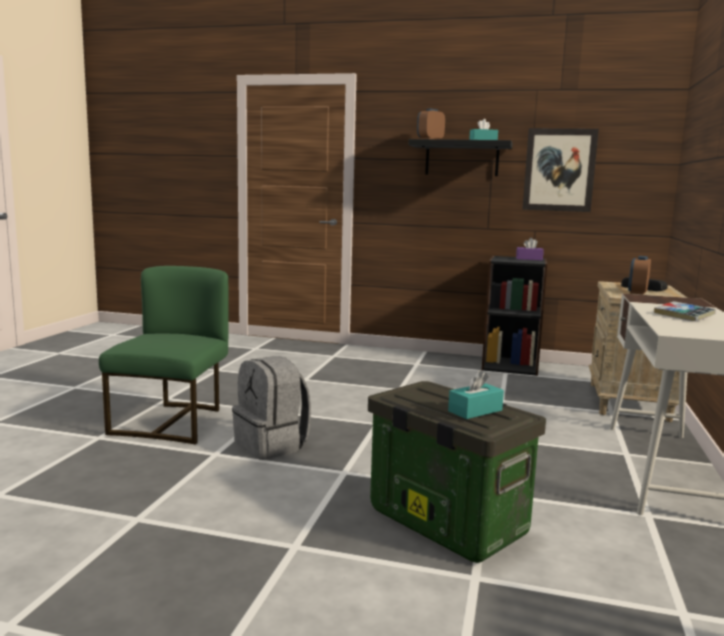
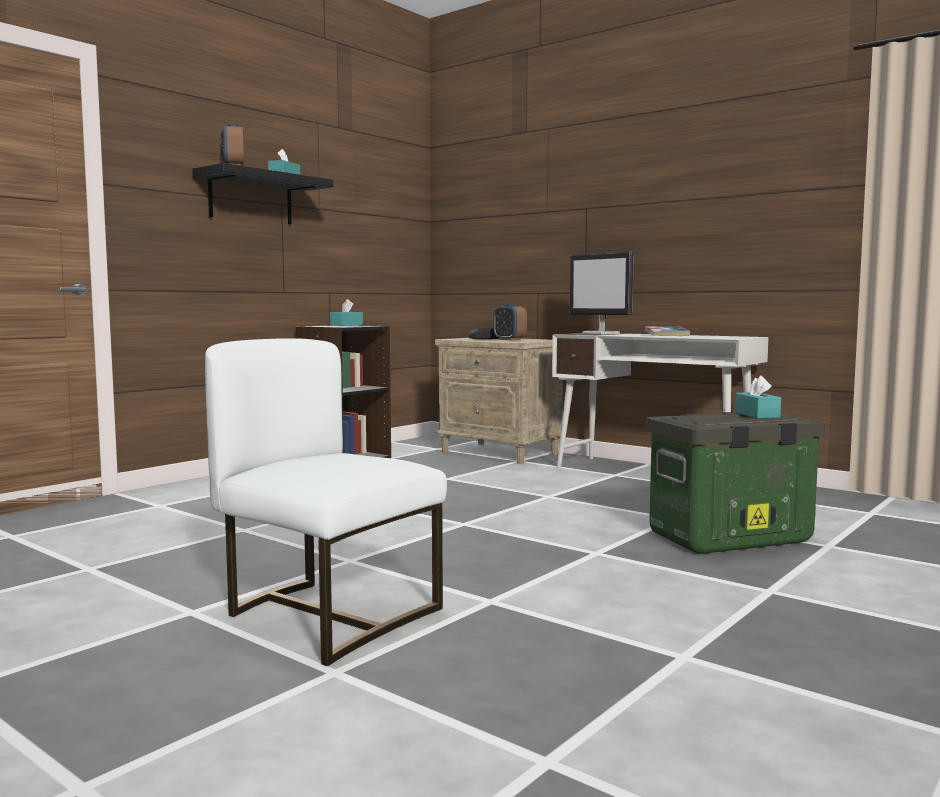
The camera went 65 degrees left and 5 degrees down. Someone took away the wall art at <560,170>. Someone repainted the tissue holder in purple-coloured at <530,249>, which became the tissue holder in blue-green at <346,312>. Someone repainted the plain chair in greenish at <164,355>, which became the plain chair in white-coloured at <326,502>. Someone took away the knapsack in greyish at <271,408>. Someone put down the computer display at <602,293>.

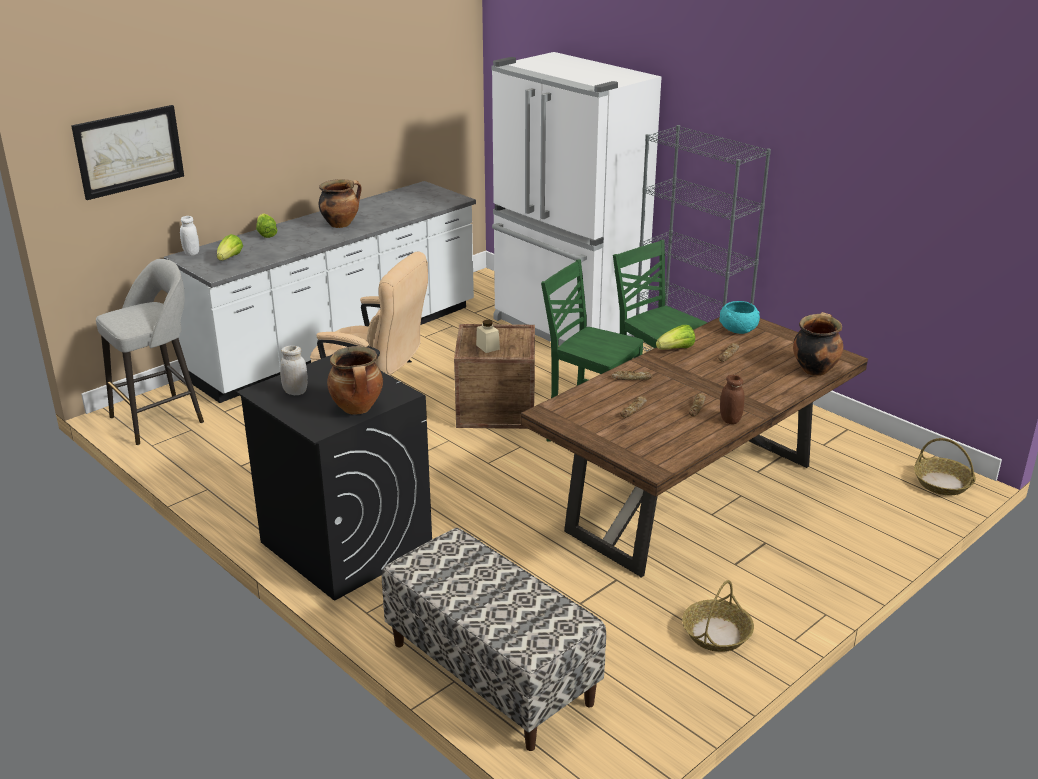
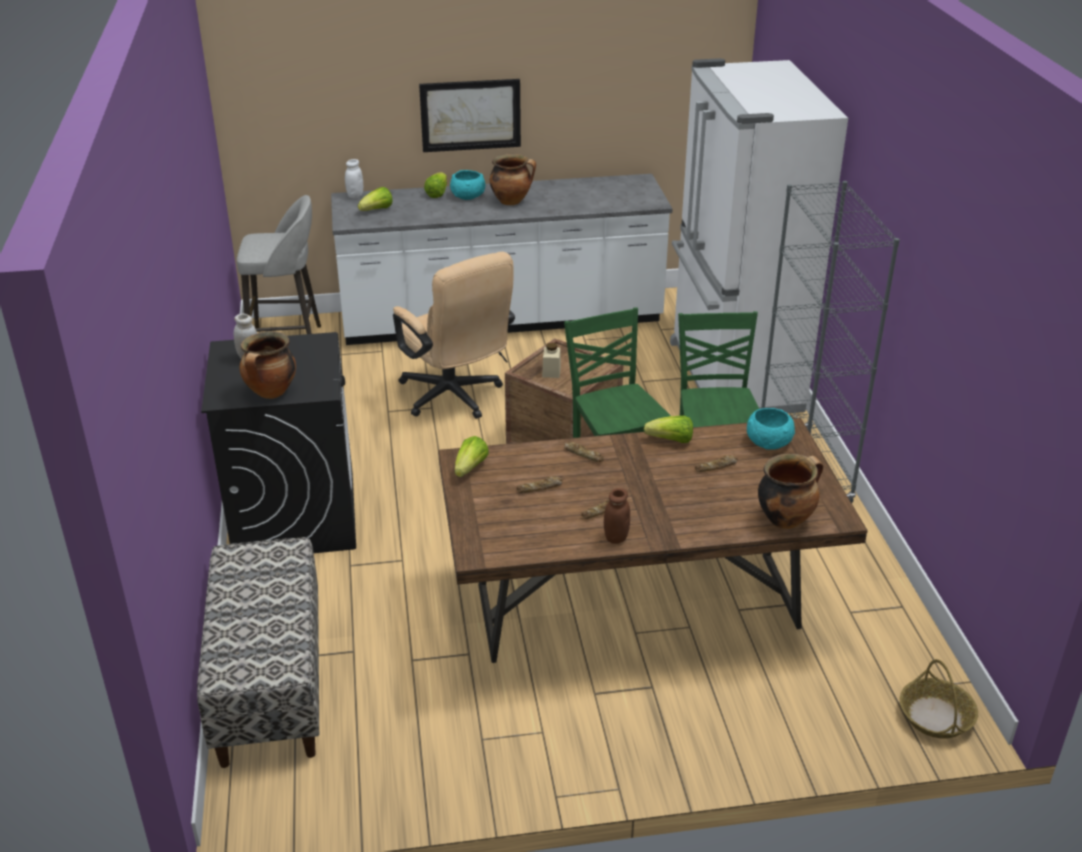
The camera went 35 degrees right and 5 degrees up. Someone carried the wall art from <127,152> to <470,115>. Someone took away the household basket at <718,616>. Someone put down the bowl in blue-green at <467,185>. Someone put down the lettuce at <472,456>.

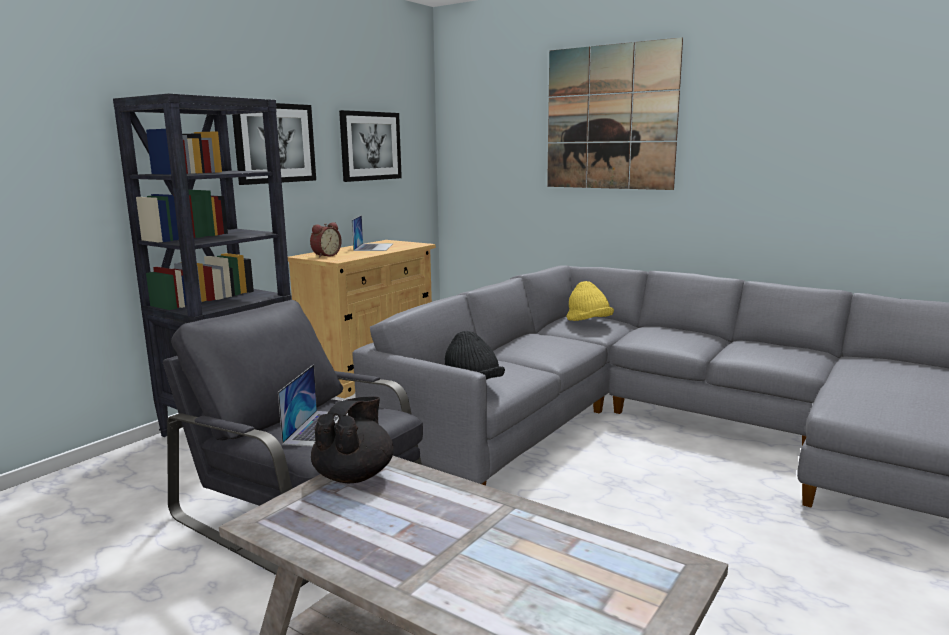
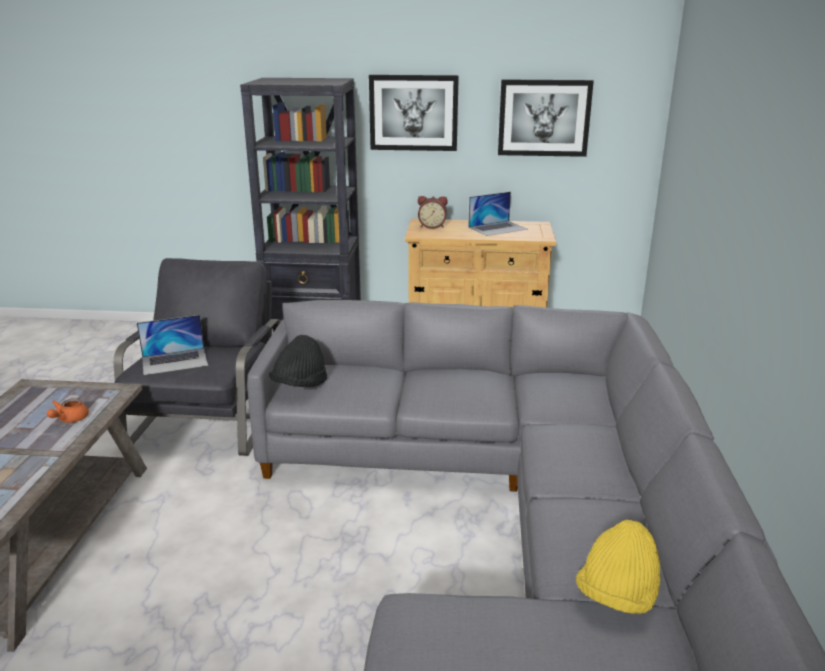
The camera went 60 degrees right and 10 degrees up. Someone took away the wall art at <615,113>. Someone carried the hat in yellow from <590,301> to <618,567>. Someone took away the pot for tea in blackish at <352,439>. Someone put down the pot for tea in orange-coloured at <68,410>.

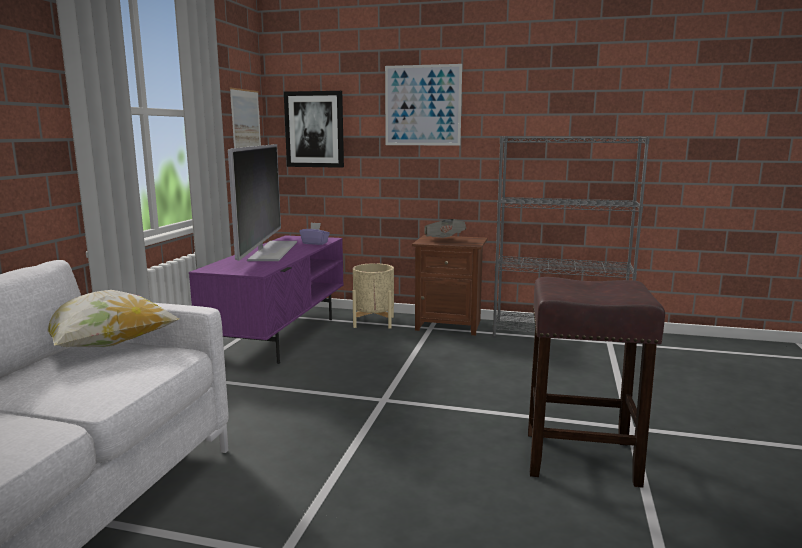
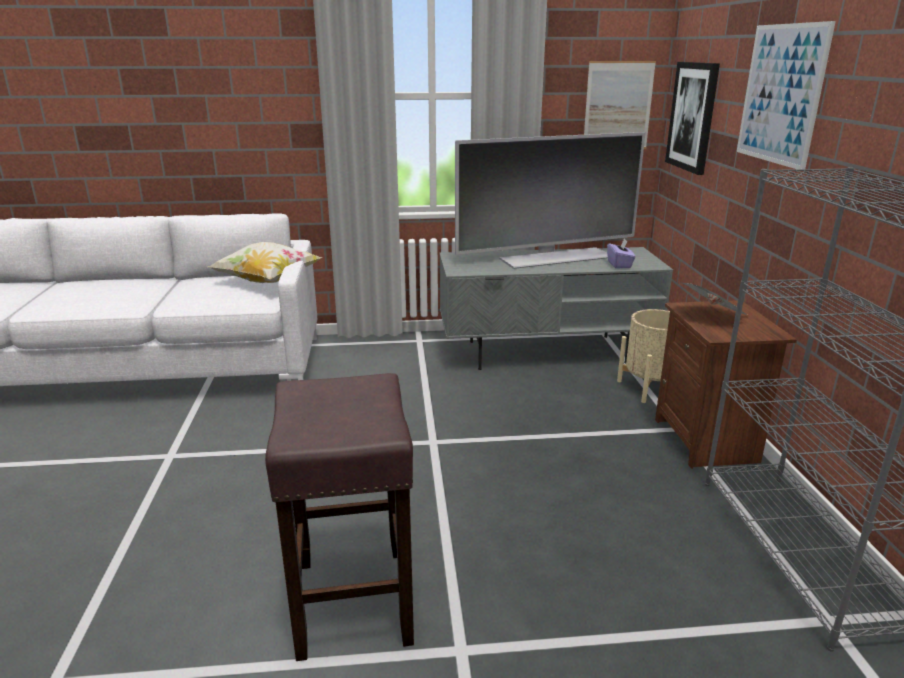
The camera went 70 degrees right and 10 degrees up. Someone repainted the media console in purple-coloured at <266,299>, which became the media console in greyish at <556,308>.

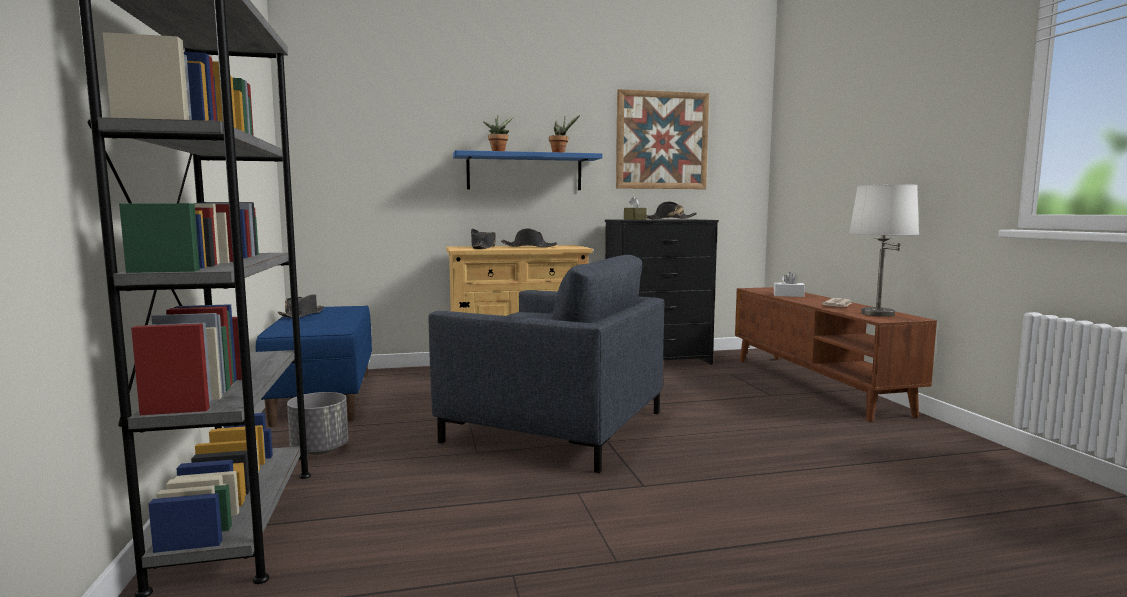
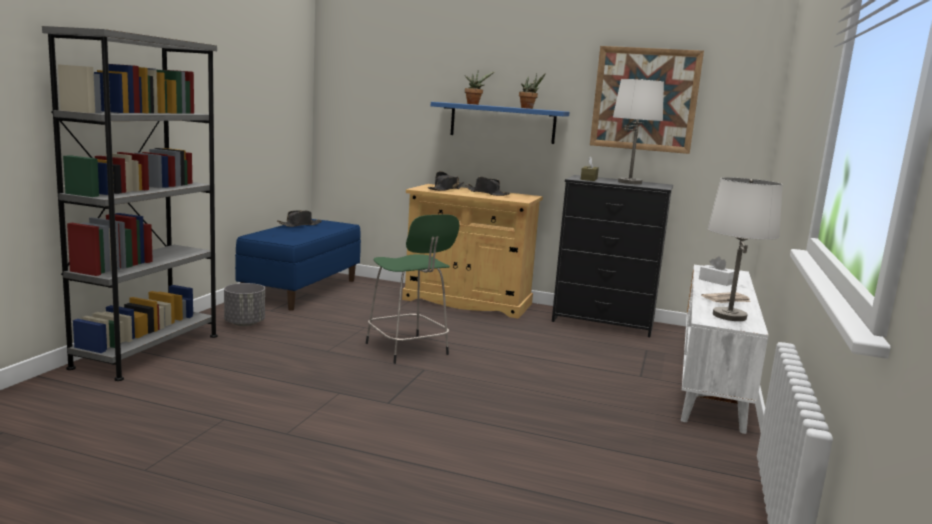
The camera went 30 degrees right and 5 degrees up. Someone swapped the hat in blackish at <671,210> for the tabletop lamp in white-coloured at <638,131>. Someone swapped the easy chair in greyish at <546,364> for the stool in greenish at <413,289>. Someone repainted the media console in brownish at <836,354>, which became the media console in white-coloured at <725,349>.

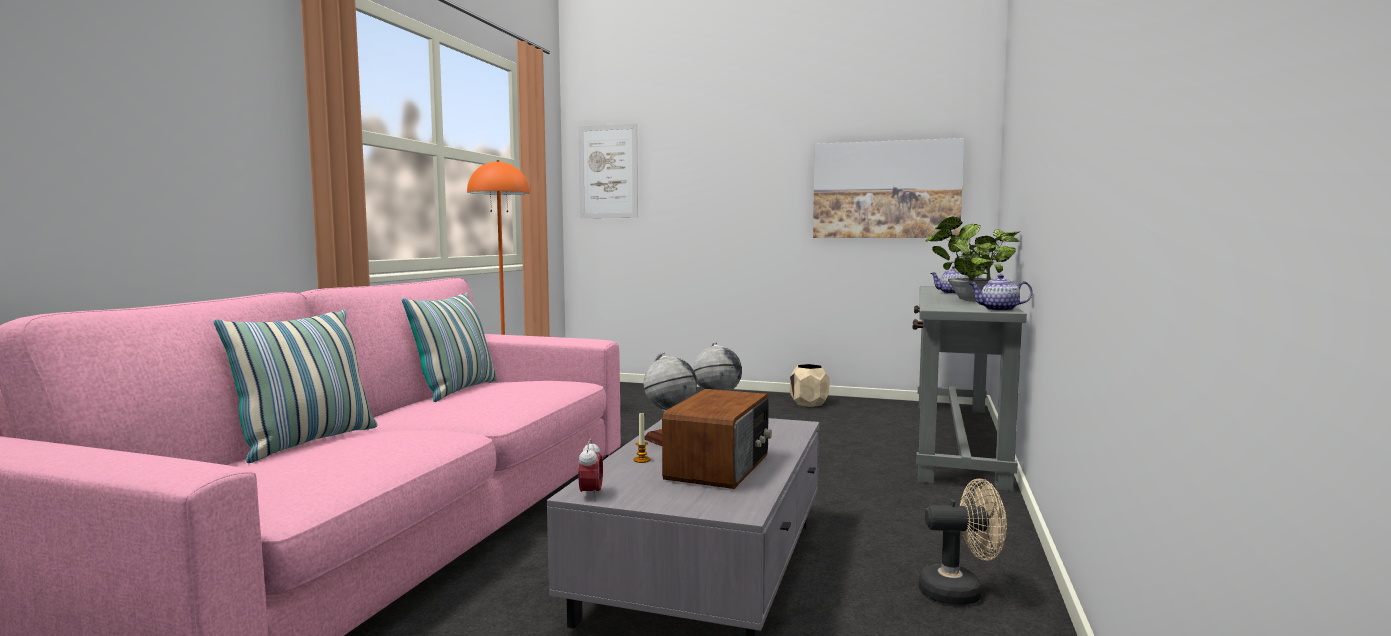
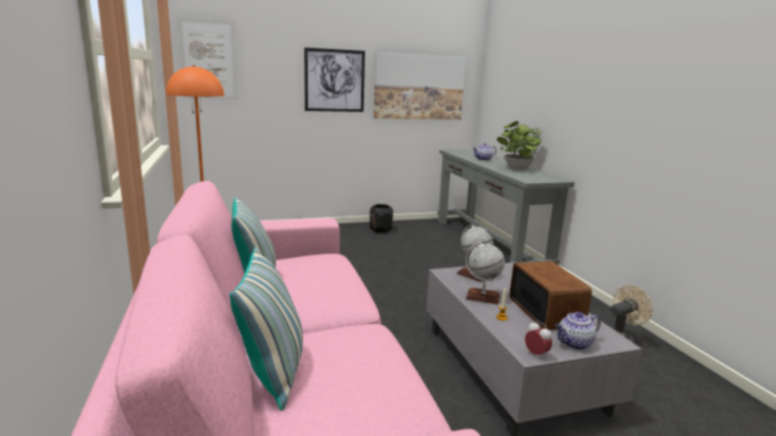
The camera went 35 degrees left and 10 degrees up. Someone carried the pot for tea from <1001,292> to <578,331>. Someone repainted the planter in beige at <809,385>, which became the planter in blackish at <381,218>. Someone put up the wall art at <334,80>.

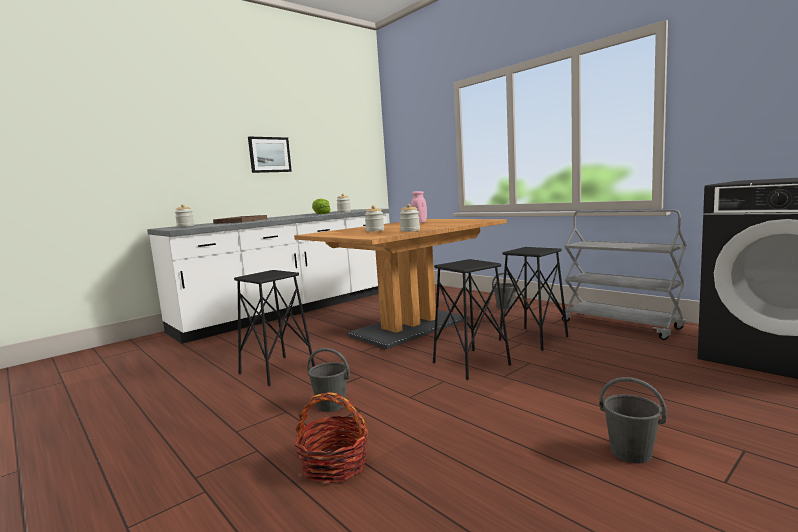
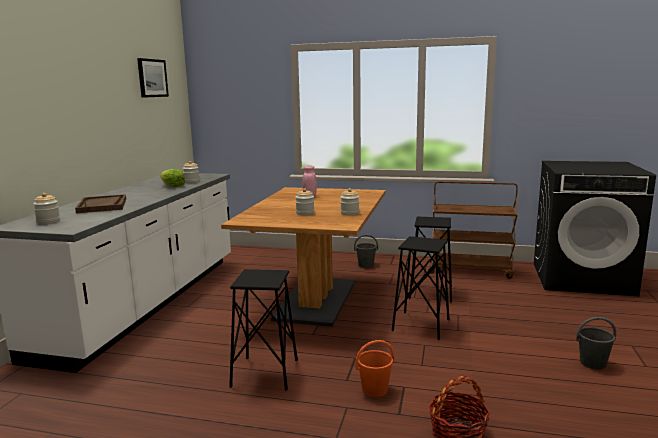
The camera went 35 degrees left and 5 degrees up. Someone carried the wall art from <270,155> to <153,78>. Someone repainted the trolley in greyish at <624,275>, which became the trolley in brownish at <473,230>. Someone repainted the bucket in greyish at <328,380>, which became the bucket in orange-coloured at <374,368>.

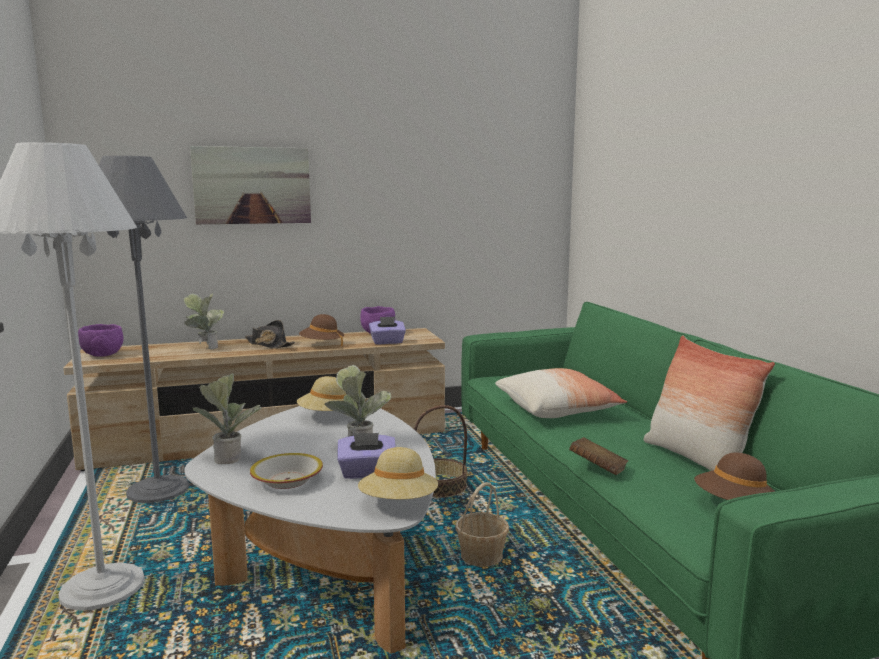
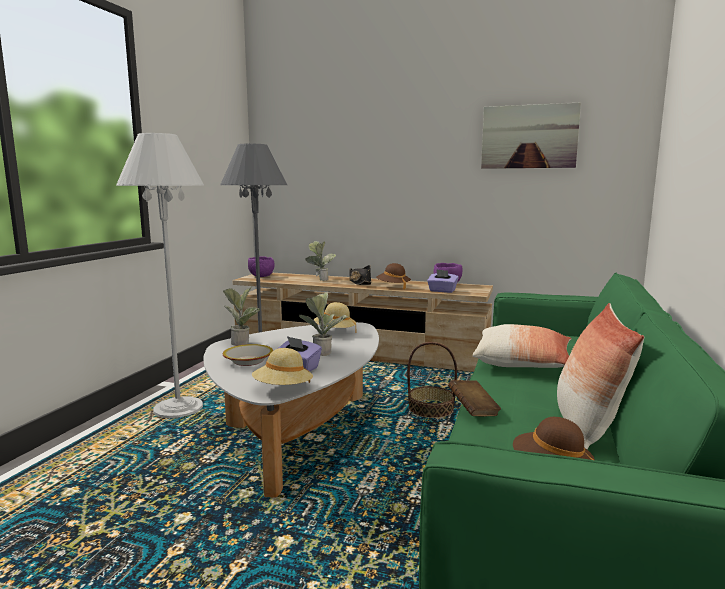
The camera went 35 degrees right and 0 degrees up. Someone carried the wall art from <250,185> to <531,135>. Someone took away the household basket at <482,524>.

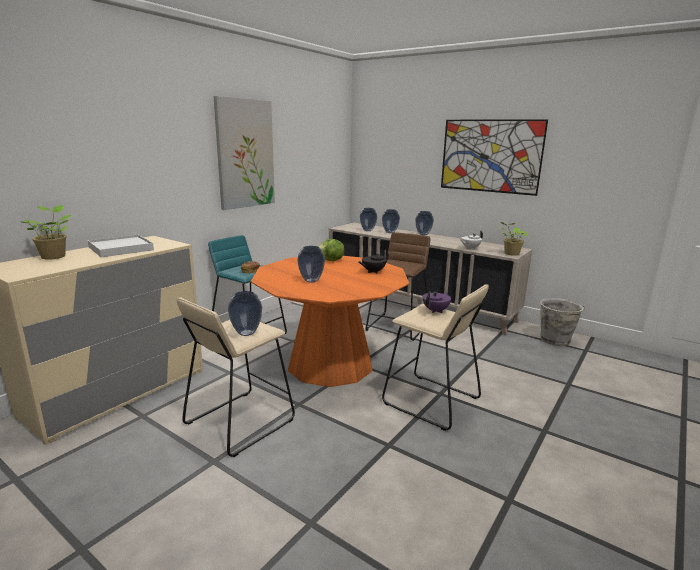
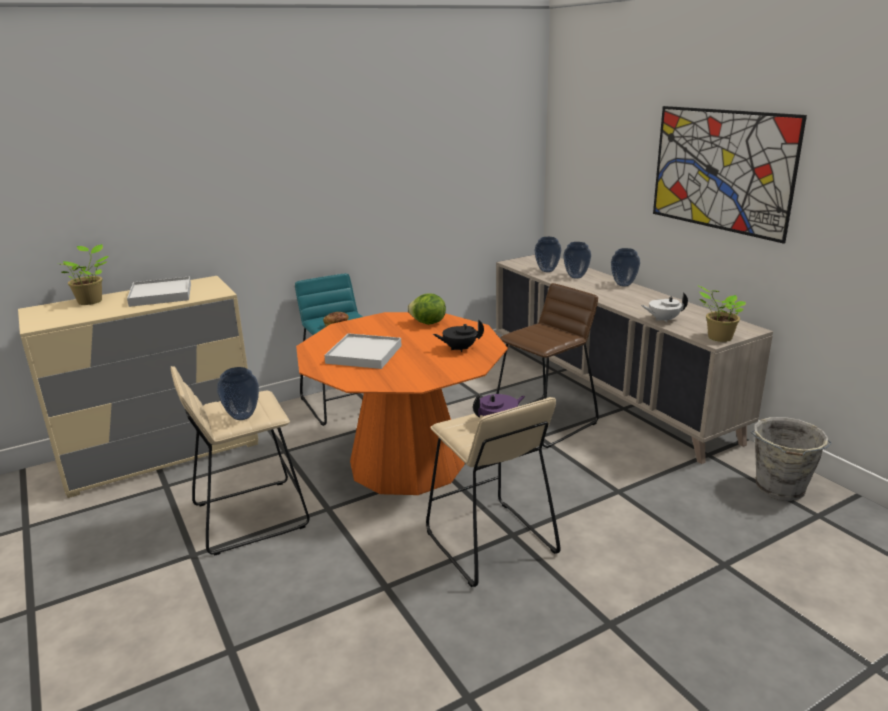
The camera went 25 degrees right and 5 degrees up. Someone took away the wall art at <244,153>. Someone swapped the decorative vase at <311,264> for the tray in white-coloured at <363,351>.

